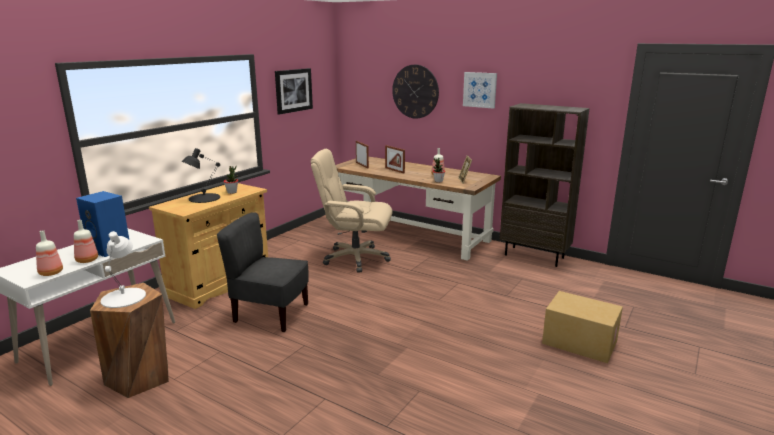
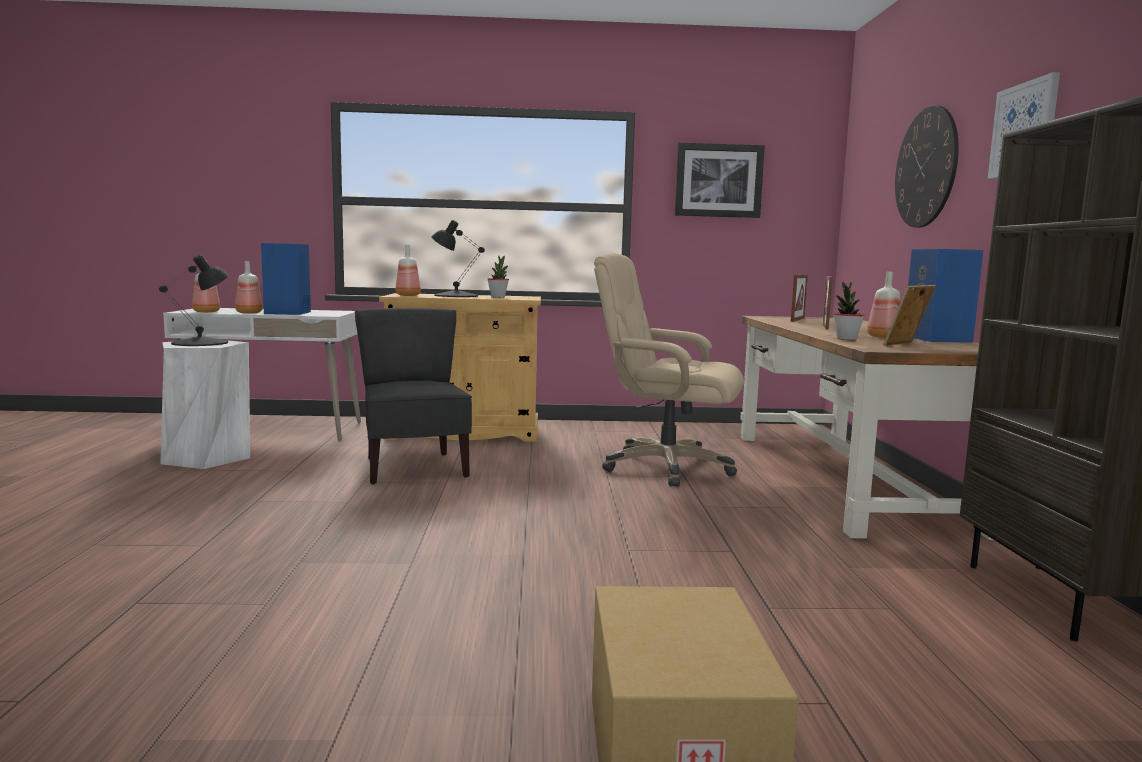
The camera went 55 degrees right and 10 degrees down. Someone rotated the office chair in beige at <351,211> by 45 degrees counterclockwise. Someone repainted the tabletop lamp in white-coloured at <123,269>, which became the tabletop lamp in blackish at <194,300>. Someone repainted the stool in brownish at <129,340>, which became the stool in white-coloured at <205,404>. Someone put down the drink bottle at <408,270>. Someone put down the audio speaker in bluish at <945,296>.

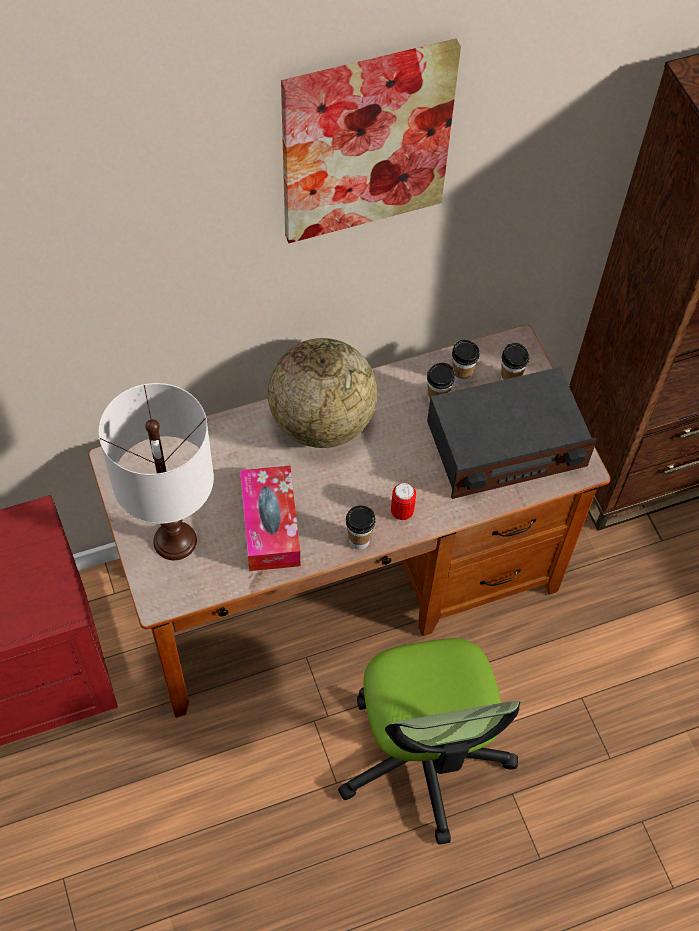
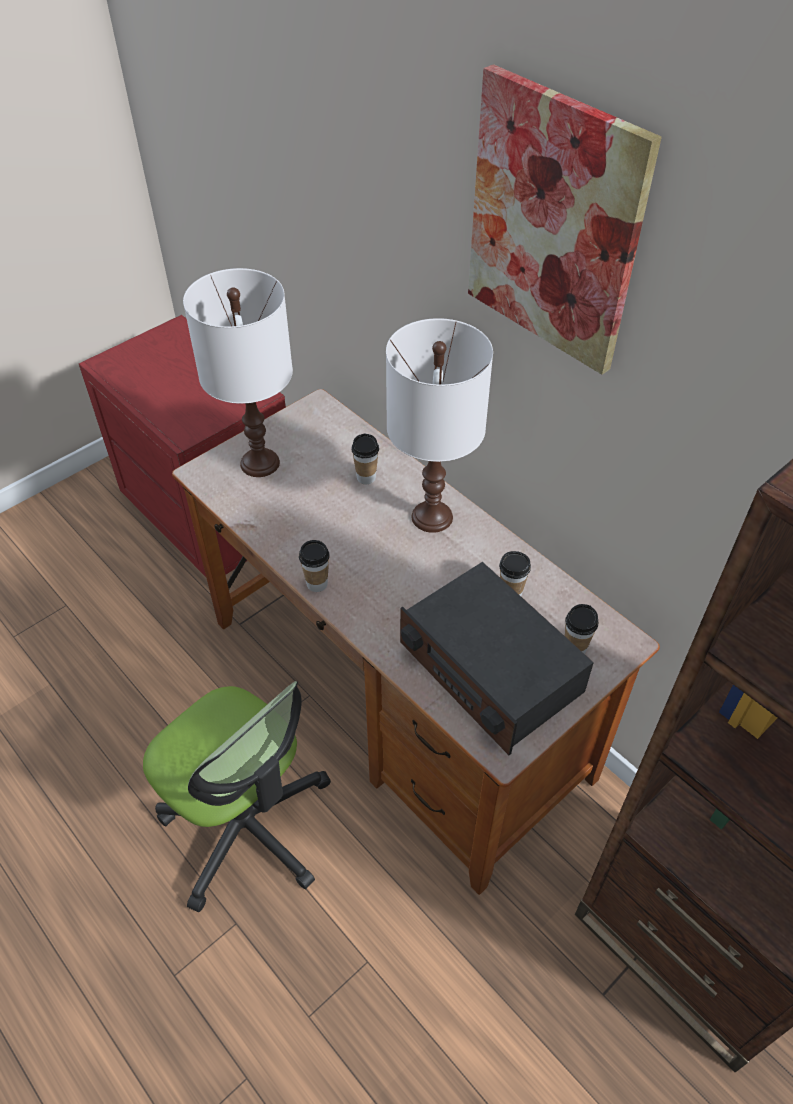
The camera went 70 degrees right and 10 degrees down. Someone swapped the desk globe at <322,393> for the tabletop lamp in white-coloured at <439,425>. Someone carried the drinking cup from <466,362> to <365,459>. Someone took away the tissue holder at <270,518>. Someone took away the metal can at <403,501>. Someone rotated the office chair at <429,741> by 105 degrees counterclockwise.

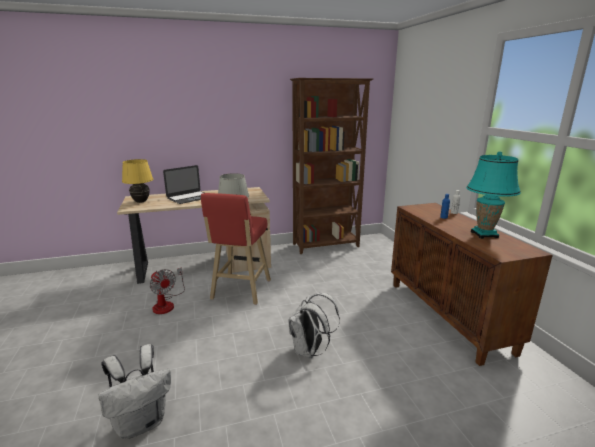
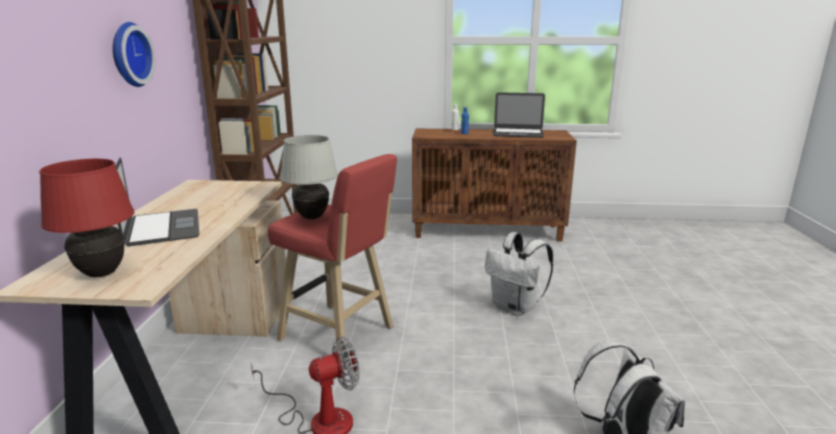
The camera went 70 degrees left and 0 degrees up. Someone swapped the tabletop lamp in blue-green at <493,195> for the portable computer at <519,115>. Someone repainted the tabletop lamp in yellow at <137,181>, which became the tabletop lamp in red at <86,218>. Someone put up the clock on the wall at <134,54>.

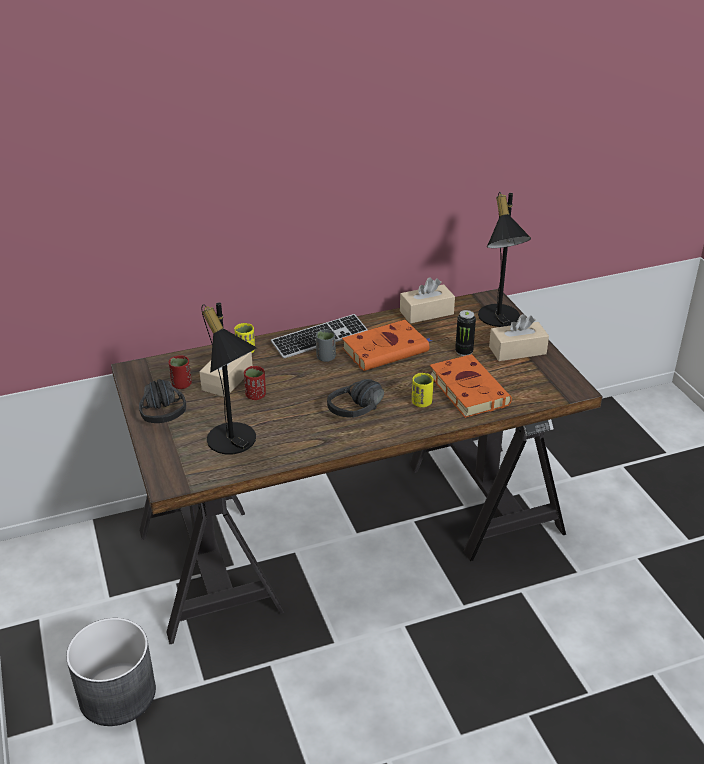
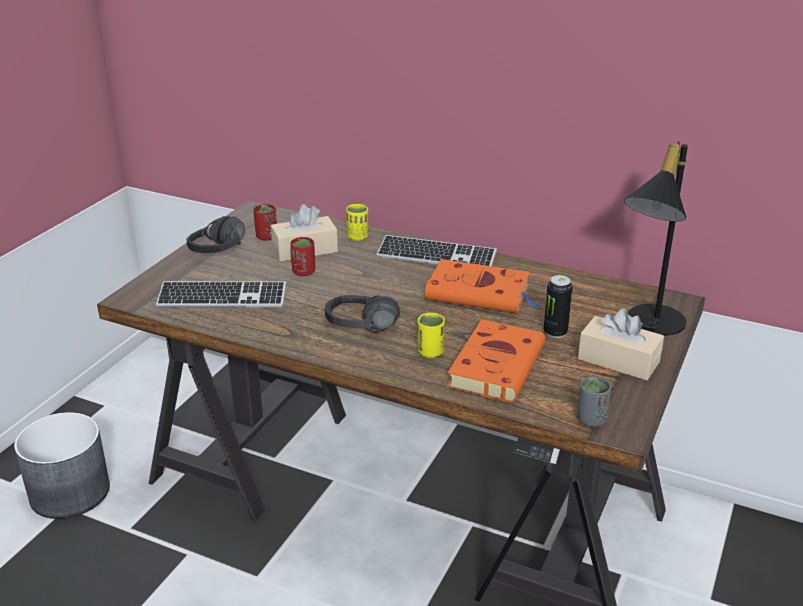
The camera went 45 degrees right and 5 degrees down. Someone took away the tissue holder in beige at <427,300>. Someone swapped the tabletop lamp in blackish at <229,378> for the keyboard at <221,294>. Someone carried the drinking cup in greyish from <326,345> to <594,401>.

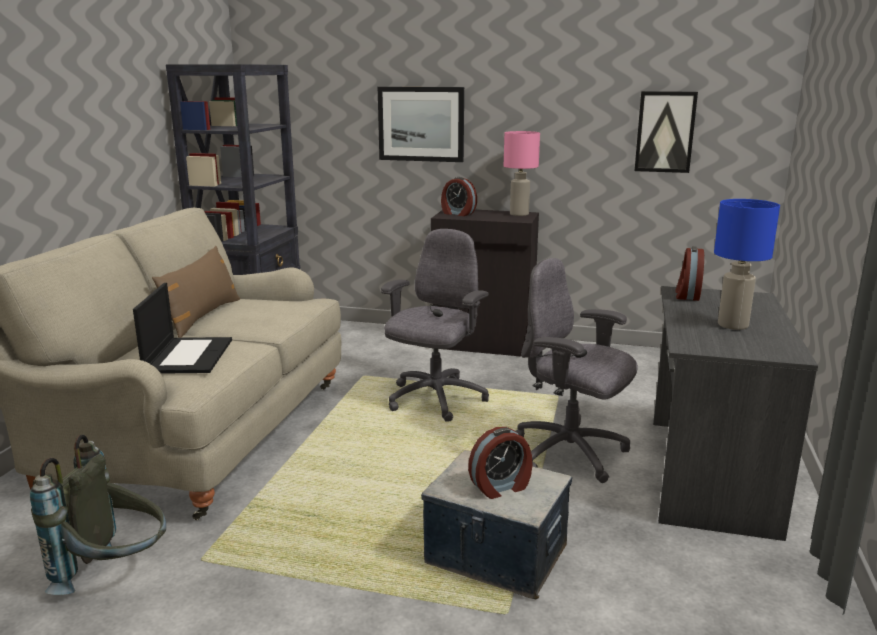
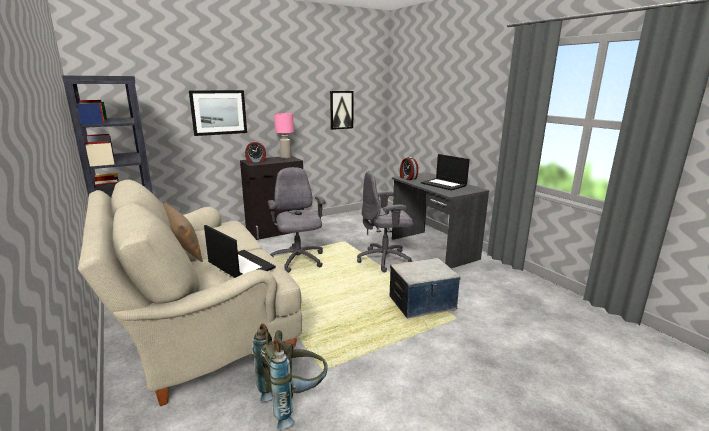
The camera went 45 degrees left and 0 degrees up. Someone swapped the tabletop lamp in bluish at <747,264> for the portable computer at <445,172>. Someone took away the table clock at <500,463>.

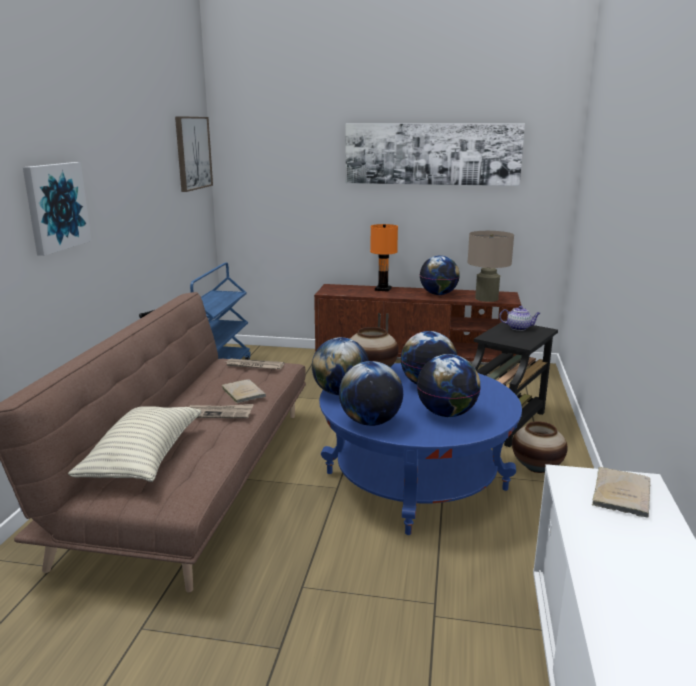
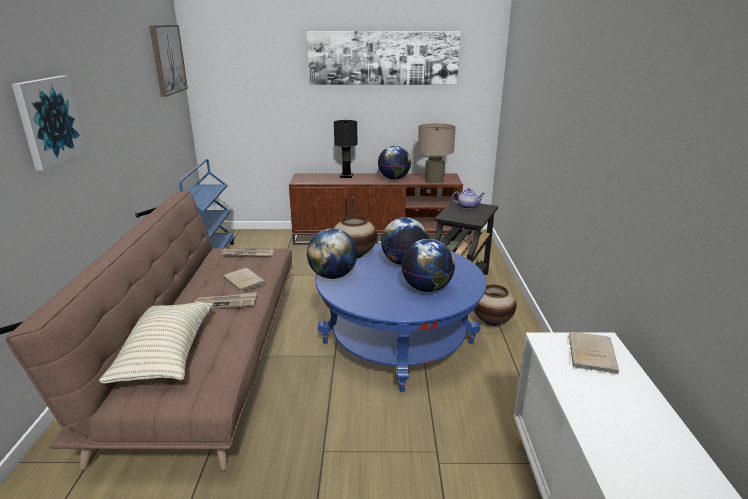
The camera went 10 degrees left and 5 degrees up. Someone repainted the tabletop lamp in orange-coloured at <384,258>, which became the tabletop lamp in blackish at <346,149>. Someone took away the desk globe at <371,393>.

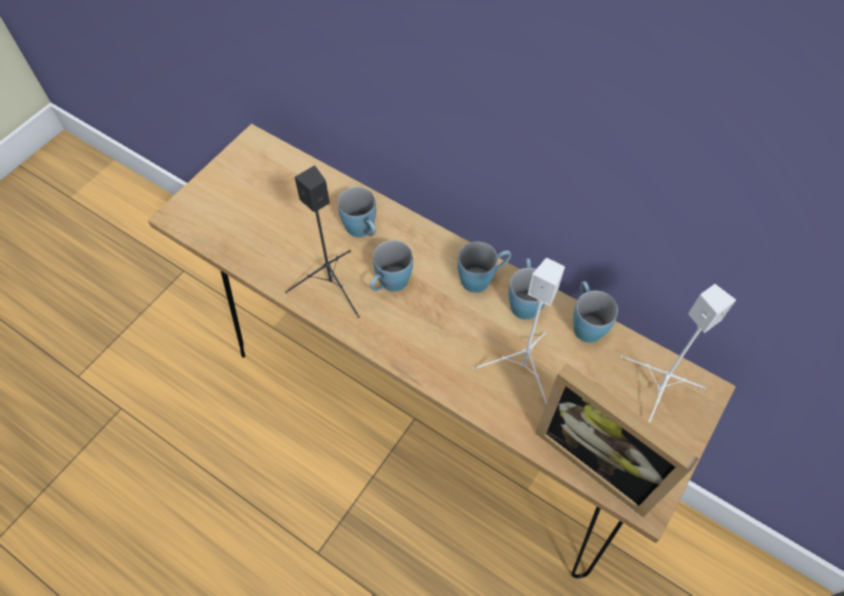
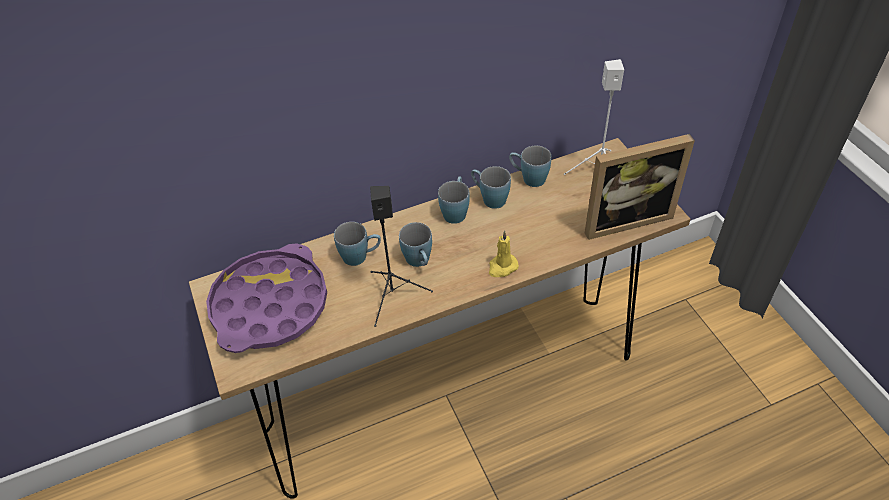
The camera went 55 degrees left and 10 degrees down. Someone took away the audio speaker in white-coloured at <519,331>. Someone put down the wax candle in yellow at <504,254>. Someone put down the tray in purple-coloured at <266,298>.

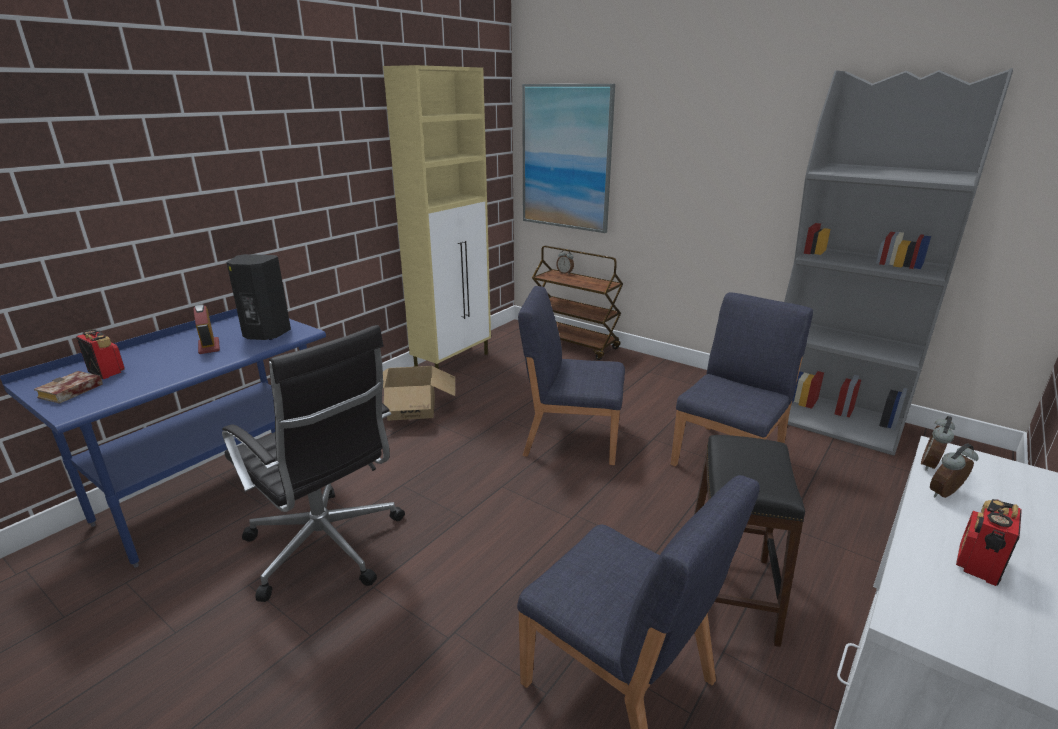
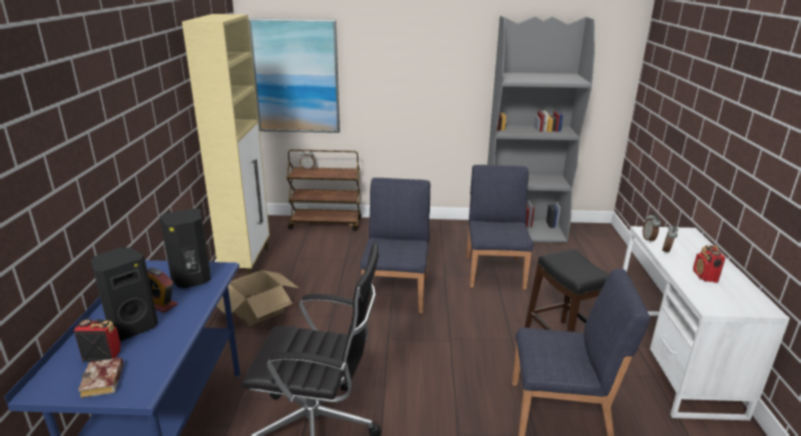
The camera went 35 degrees left and 0 degrees up. Someone rotated the plain chair in bluish at <571,375> by 120 degrees clockwise. Someone put down the audio speaker in blackish at <124,294>.

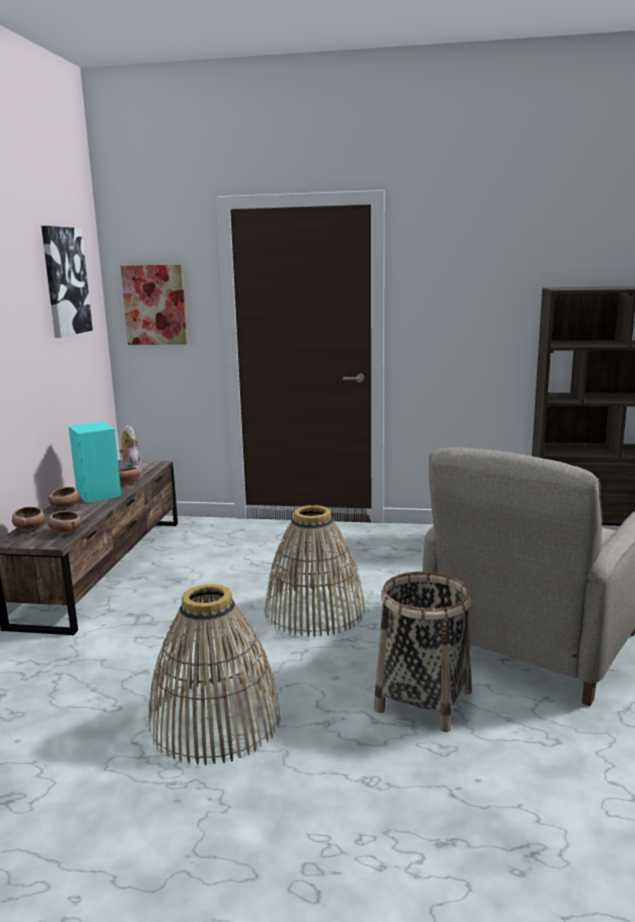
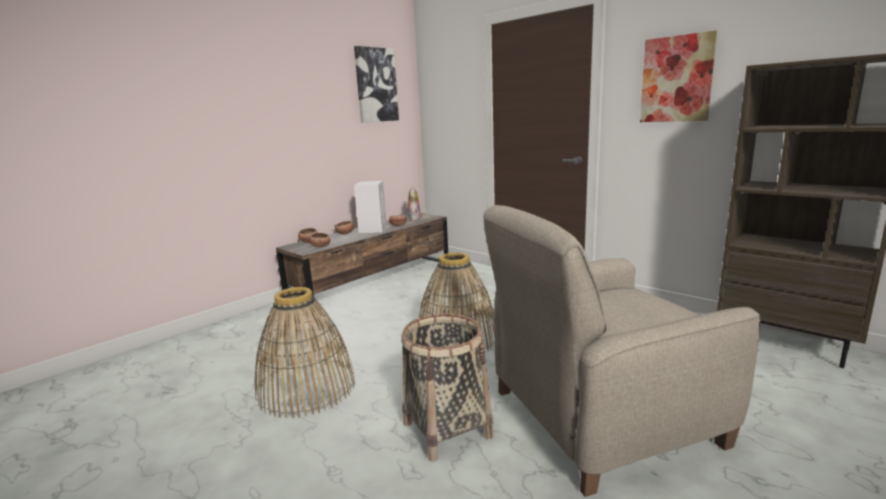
The camera went 35 degrees right and 0 degrees up. Someone carried the wall art from <154,304> to <678,76>. Someone repainted the audio speaker in blue-green at <94,462>, which became the audio speaker in white-coloured at <370,207>.

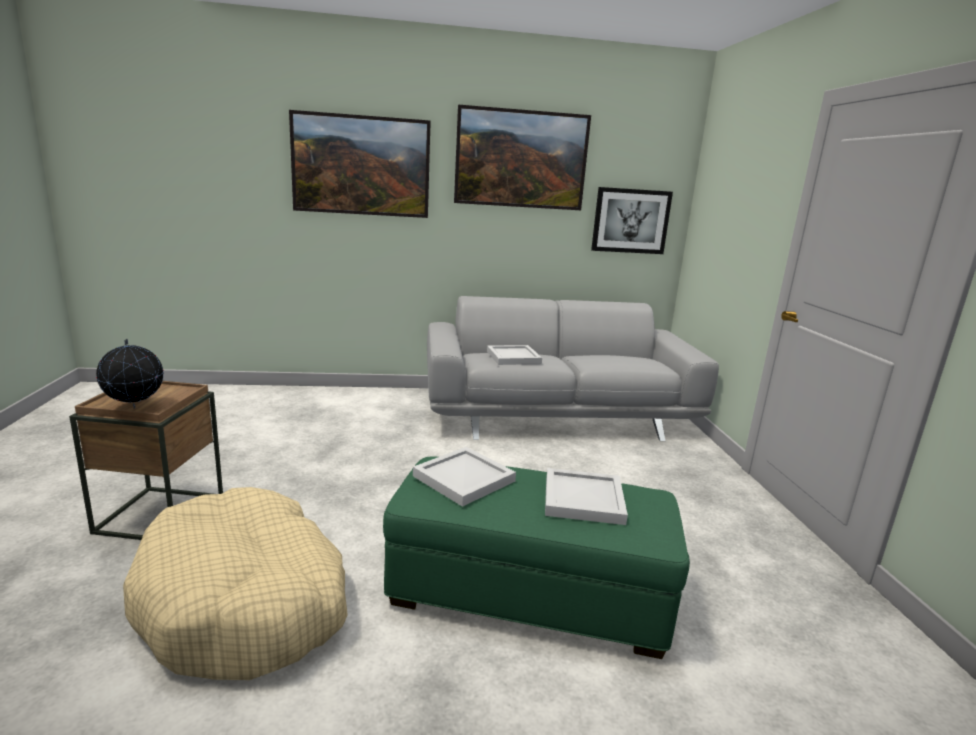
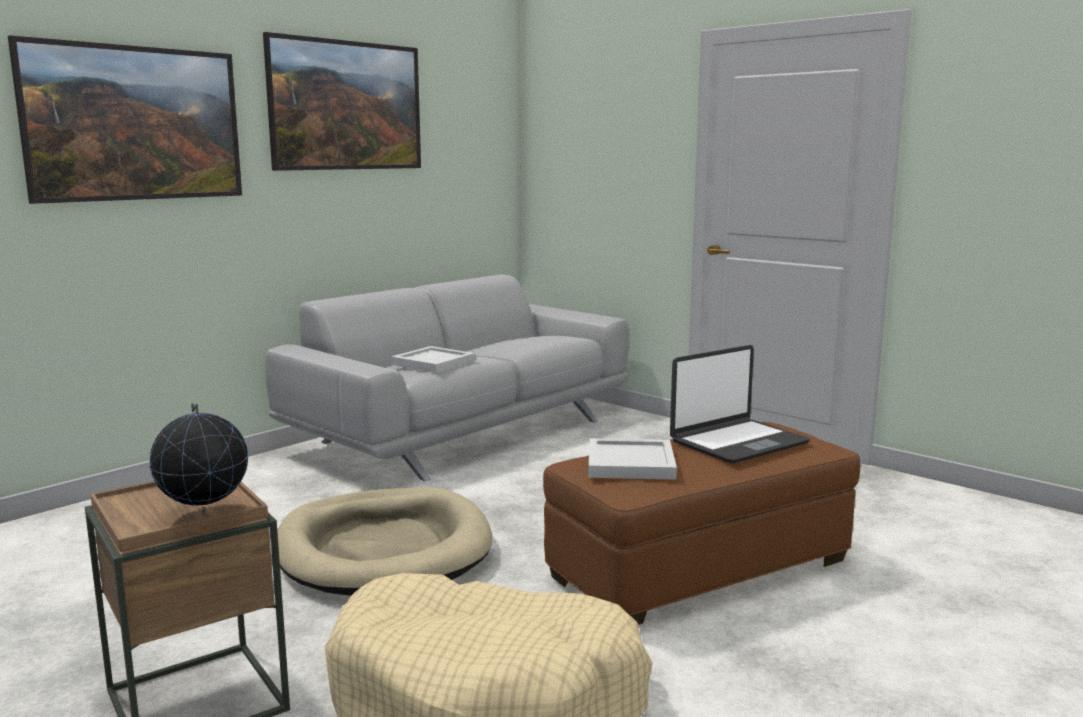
The camera went 40 degrees left and 5 degrees down. Someone took away the wall art at <632,220>. Someone repainted the footrest in greenish at <536,558>, which became the footrest in brownish at <701,523>. Someone swapped the tray in white-coloured at <586,496> for the portable computer at <740,404>. Someone put down the pet bed in beige at <384,541>.

